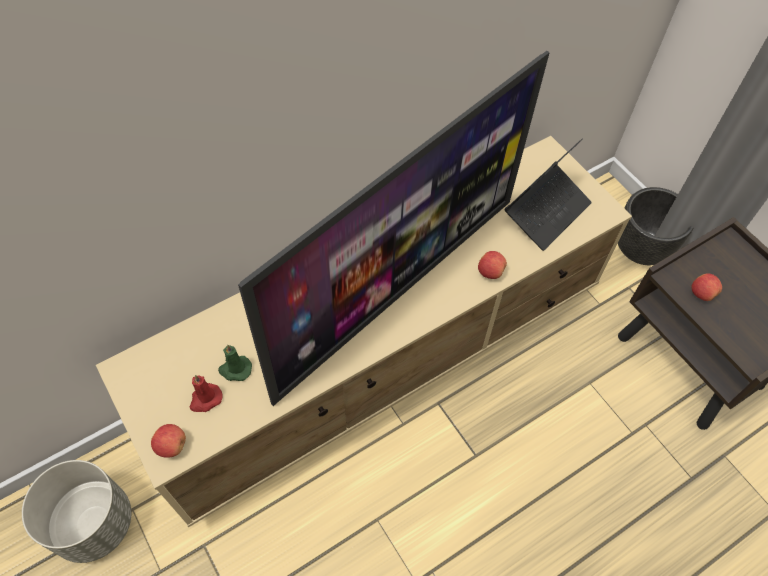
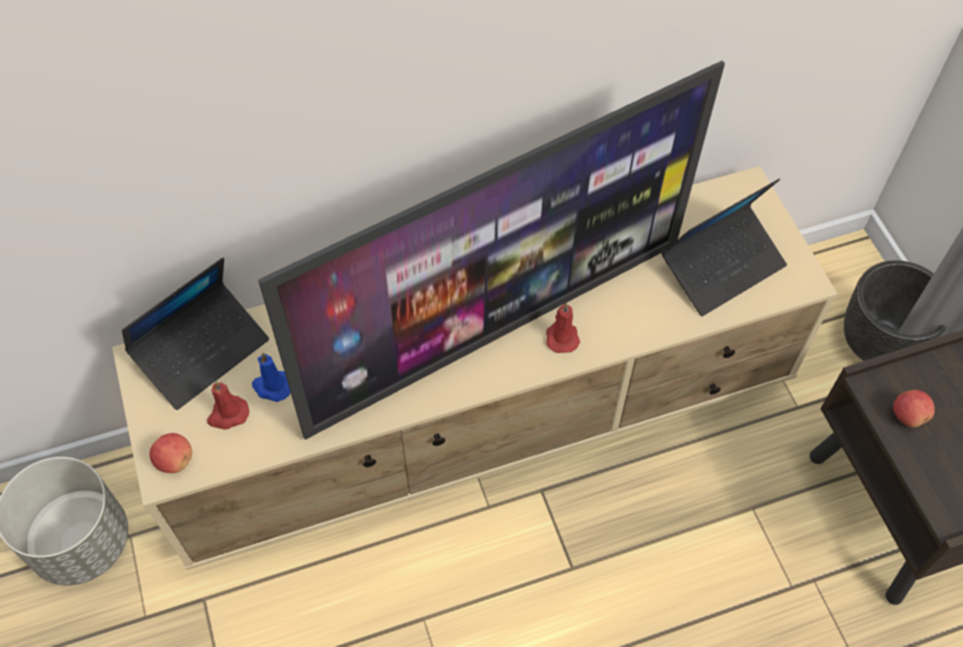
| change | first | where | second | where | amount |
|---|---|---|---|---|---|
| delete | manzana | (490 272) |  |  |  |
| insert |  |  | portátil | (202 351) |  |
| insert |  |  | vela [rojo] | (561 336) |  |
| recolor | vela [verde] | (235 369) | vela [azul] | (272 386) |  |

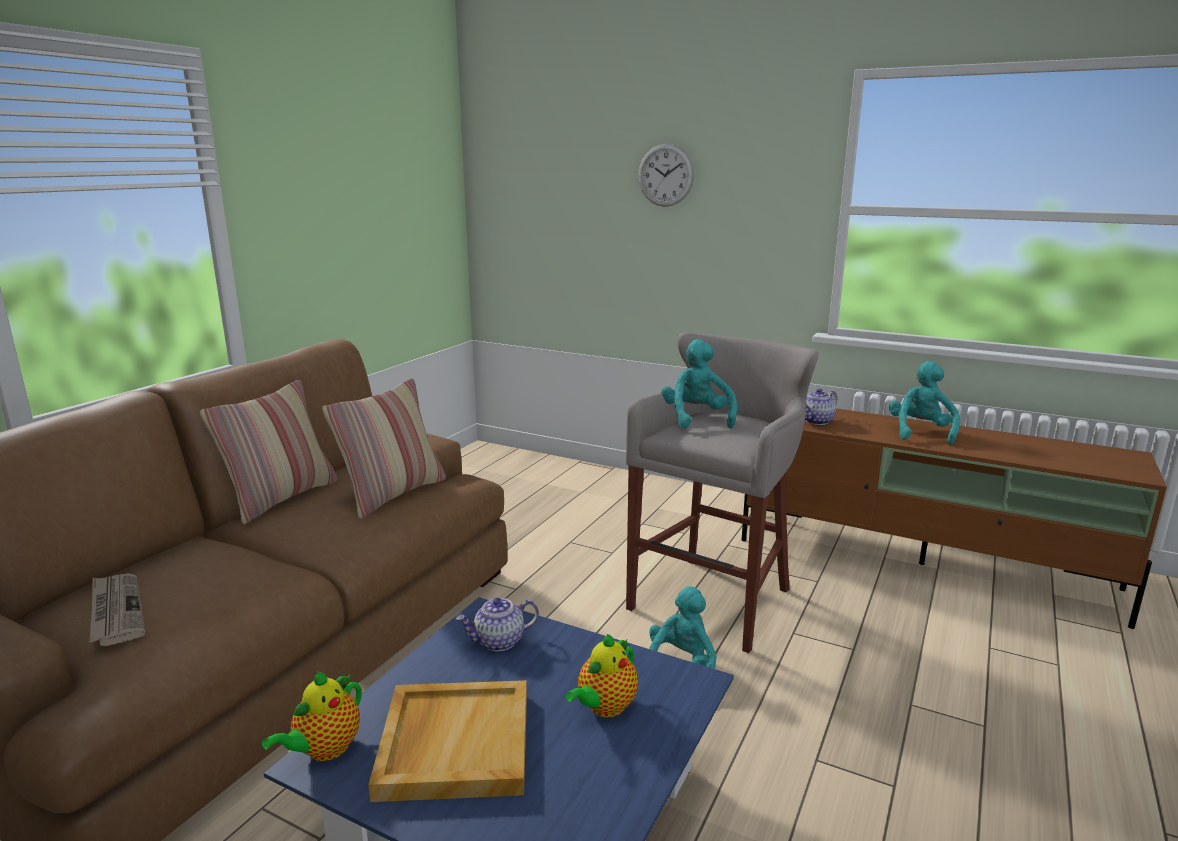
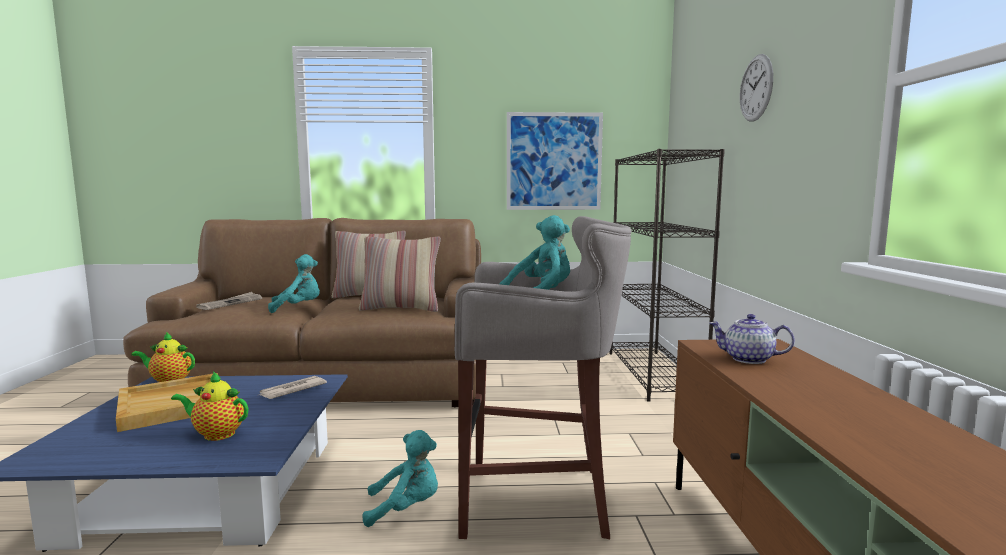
| change | first | where | second | where | amount |
|---|---|---|---|---|---|
| insert |  |  | cuadro | (554 161) |  |
| insert |  |  | estantería [negro] | (653 374) |  |
| move | peluche [turquesa] | (920 432) |  | (298 308) |  |
| replace | tetera | (499 642) | periódico | (292 390) |  |

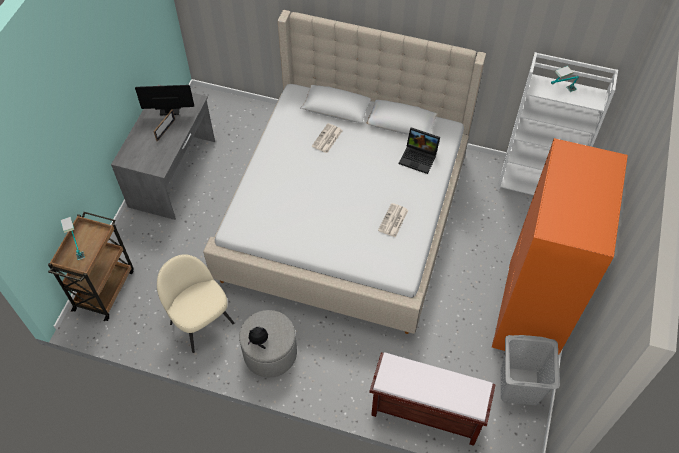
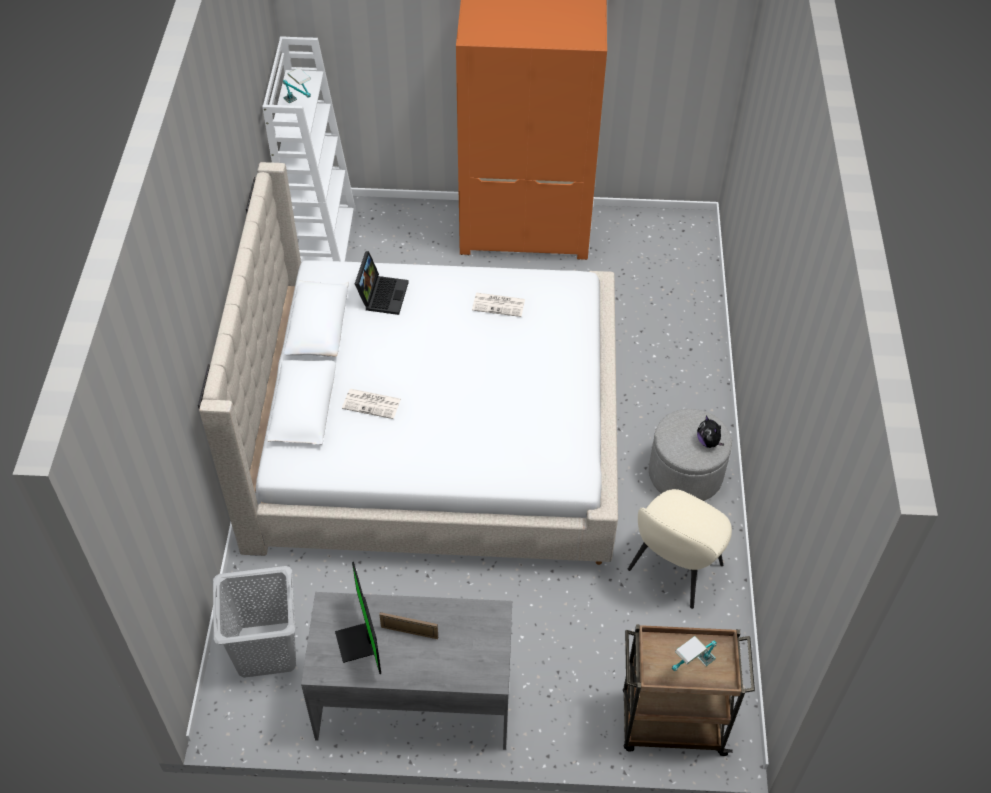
| change | first | where | second | where | amount |
|---|---|---|---|---|---|
| delete | banco [marrón] | (425 413) |  |  |  |
| move | cesto de la ropa [gris] | (519 386) |  | (266 649) |  |

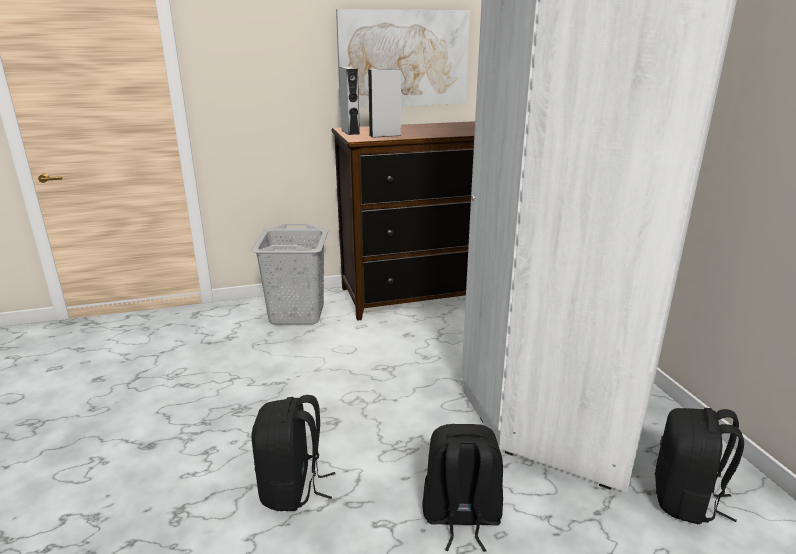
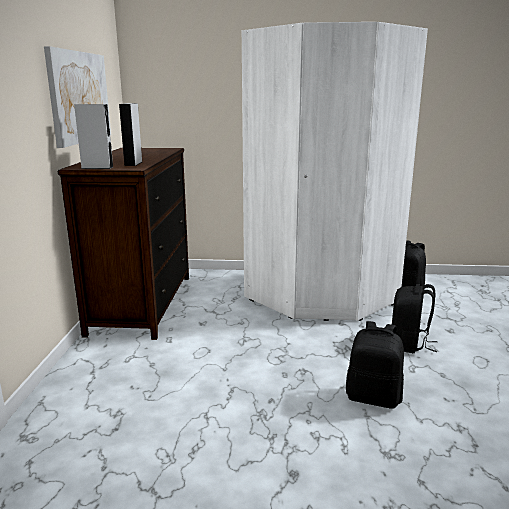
| change | first | where | second | where | amount |
|---|---|---|---|---|---|
| delete | cesto de la ropa [gris] | (297 313) |  |  |  |

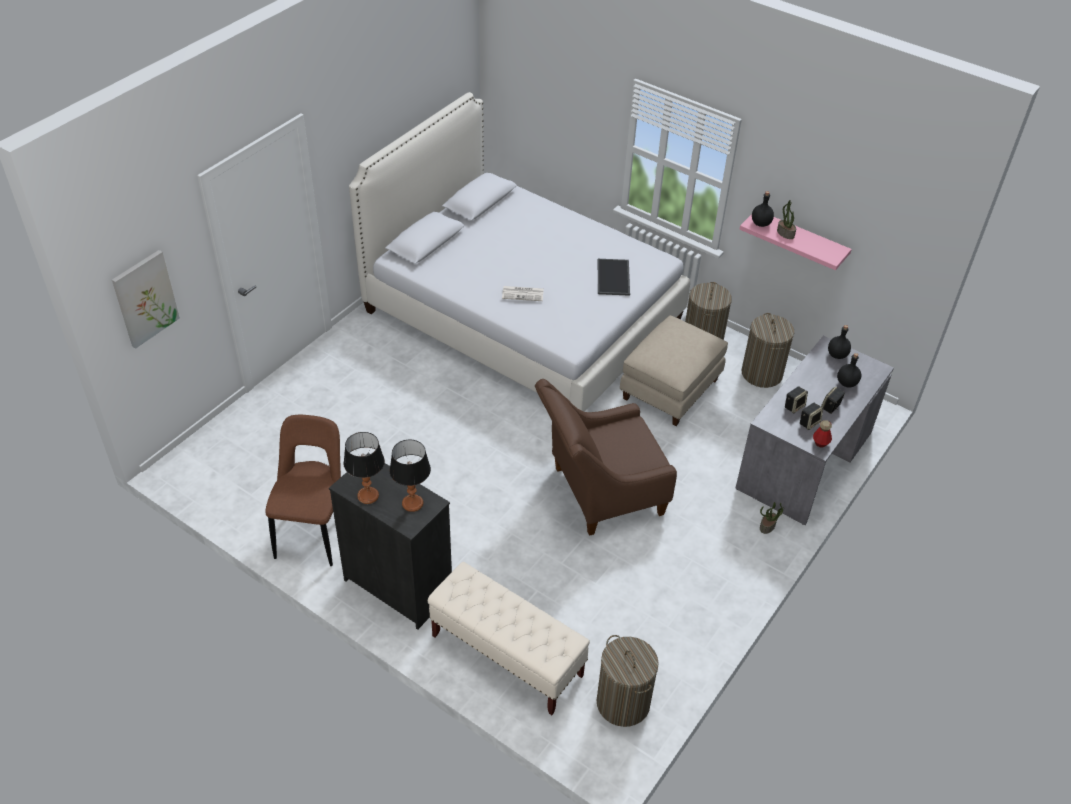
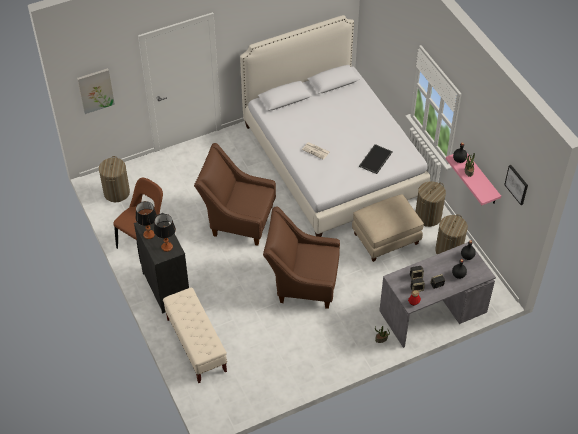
| change | first | where | second | where | amount |
|---|---|---|---|---|---|
| insert |  |  | sillón [marrón] | (238 219) |  |
| insert |  |  | cuadro | (517 184) |  |
| move | cesto de la ropa | (623 702) |  | (116 192) |  |

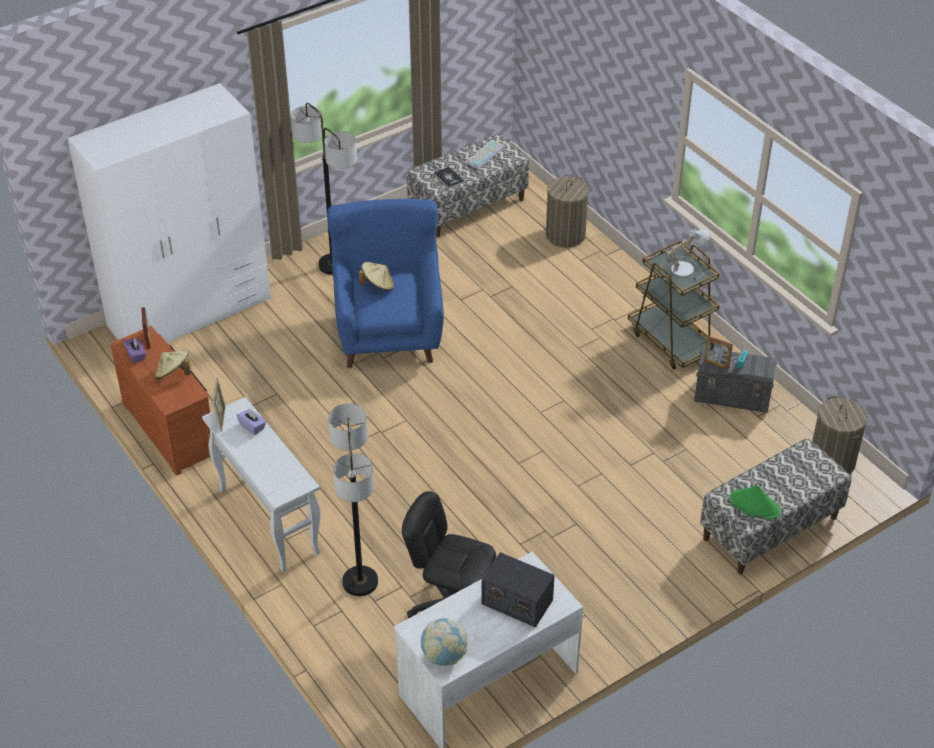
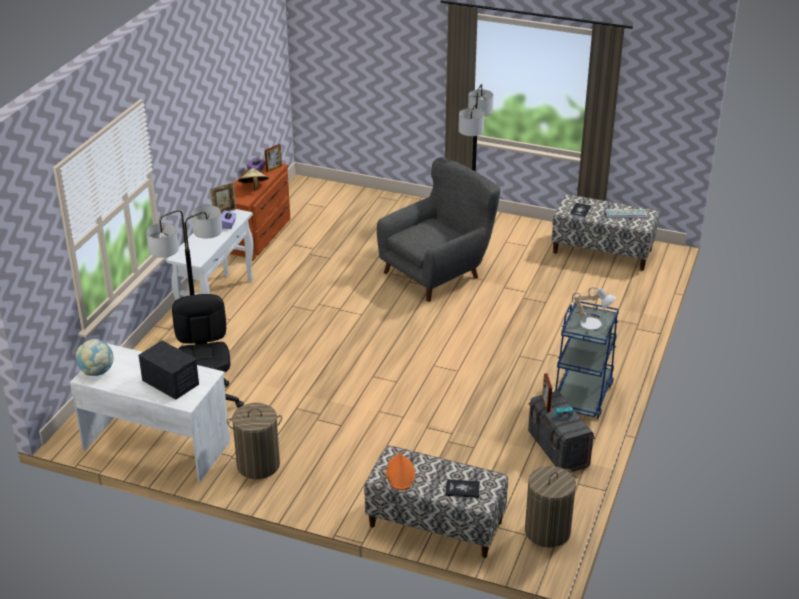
| change | first | where | second | where | amount |
|---|---|---|---|---|---|
| delete | armario ropero [blanco] | (190 312) |  |  |  |
| delete | sombrero [beis] | (377 285) |  |  |  |
| insert |  |  | libro | (462 489) |  |
| move | cesto de la ropa | (565 235) |  | (258 465) |  |
| recolor | sillón [azul] | (388 331) | sillón [gris] | (437 273) |  |
| recolor | carrito [marrón] | (672 341) | carrito [azul] | (582 396) |  |
| recolor | sombrero [verde] | (754 505) | sombrero [naranja] | (400 473) |  |
| rotate | radio | (516 601) |  | (170 382) | 135 degrees clockwise |

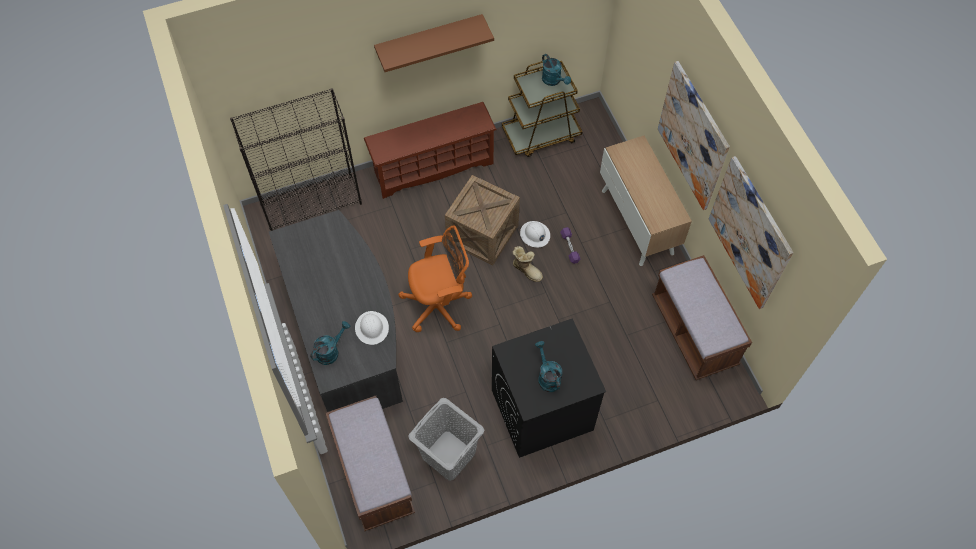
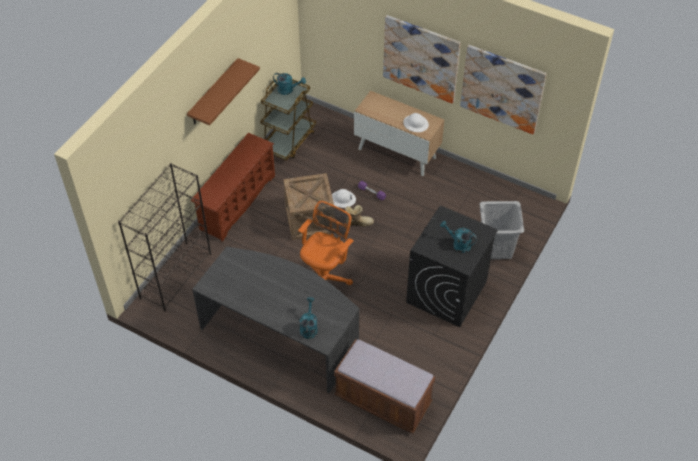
| change | first | where | second | where | amount |
|---|---|---|---|---|---|
| delete | banco [marrón] | (694 331) |  |  |  |
| move | casco [blanco] | (372 328) |  | (416 124) |  |
| move | cesto de la ropa [gris] | (448 455) |  | (496 248) |  |

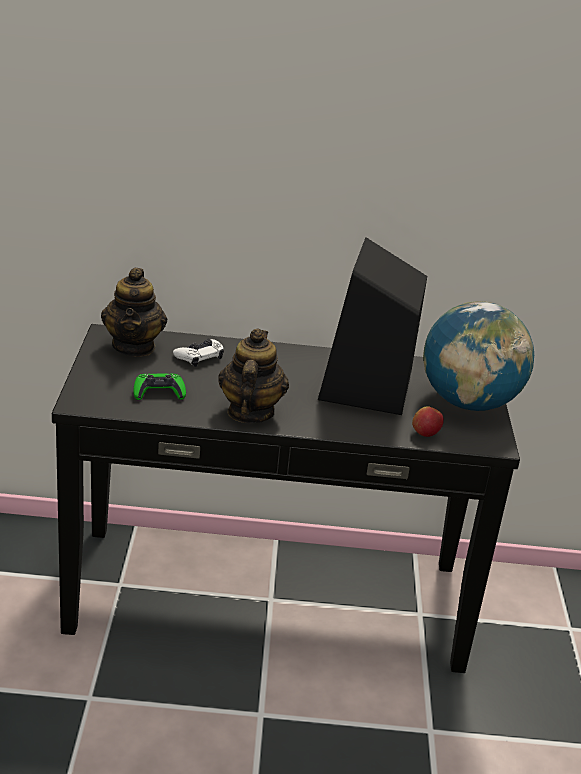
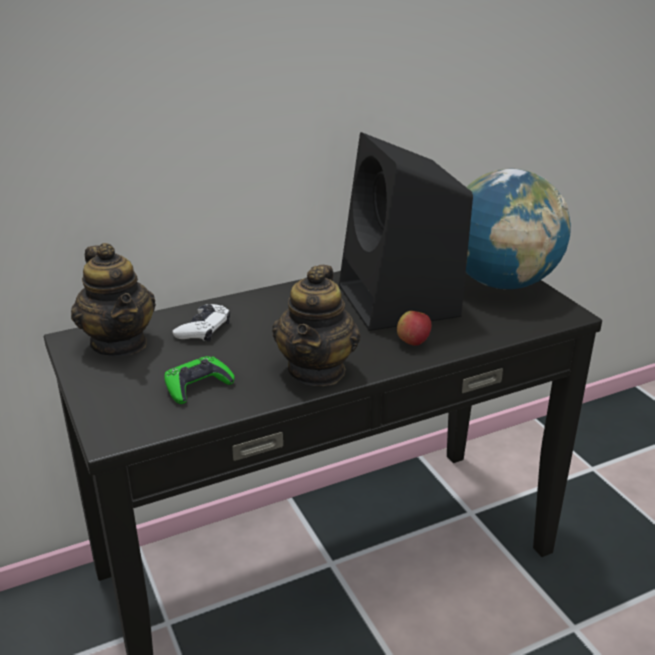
| change | first | where | second | where | amount |
|---|---|---|---|---|---|
| move | manzana | (425 434) |  | (413 342) |  |
| rotate | tetera | (250 412) |  | (317 370) | 150 degrees counterclockwise |

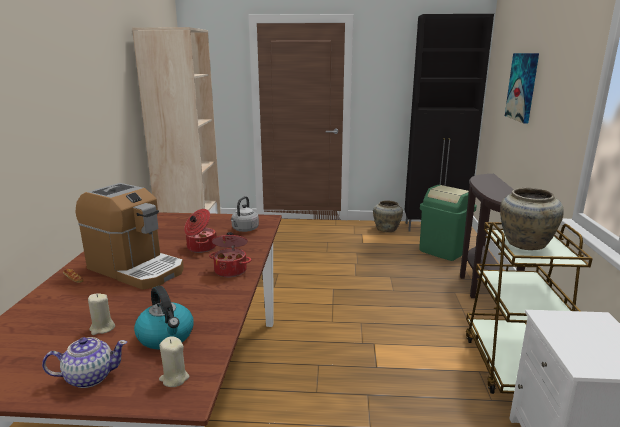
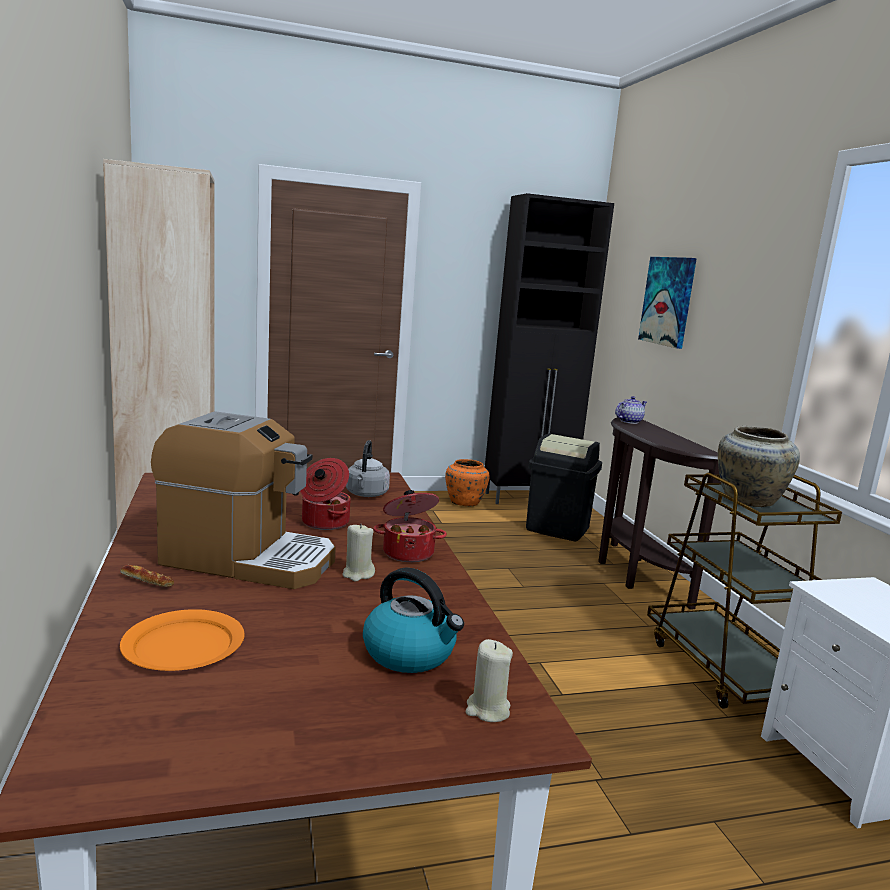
| change | first | where | second | where | amount |
|---|---|---|---|---|---|
| insert |  |  | plato [naranja] | (184 645) |  |
| move | tetera | (89 377) |  | (628 421) |  |
| move | vela [beis] | (102 328) |  | (358 574) |  |
| recolor | florero [beis] | (387 229) | florero [naranja] | (465 503) |  |
| recolor | papelera [verde] | (443 250) | papelera [negro] | (558 528) |  |

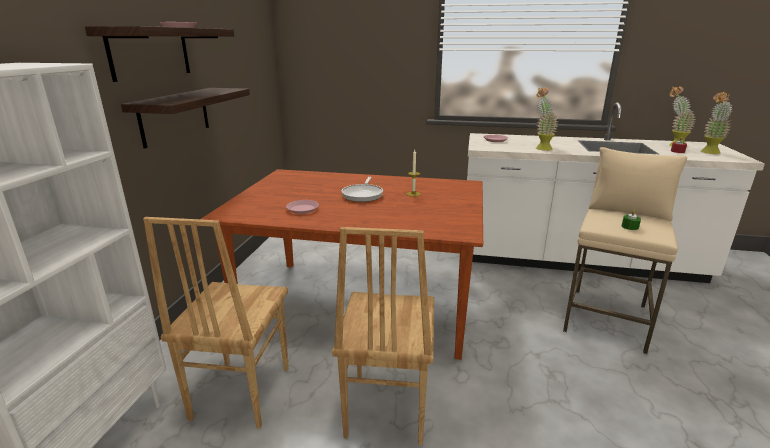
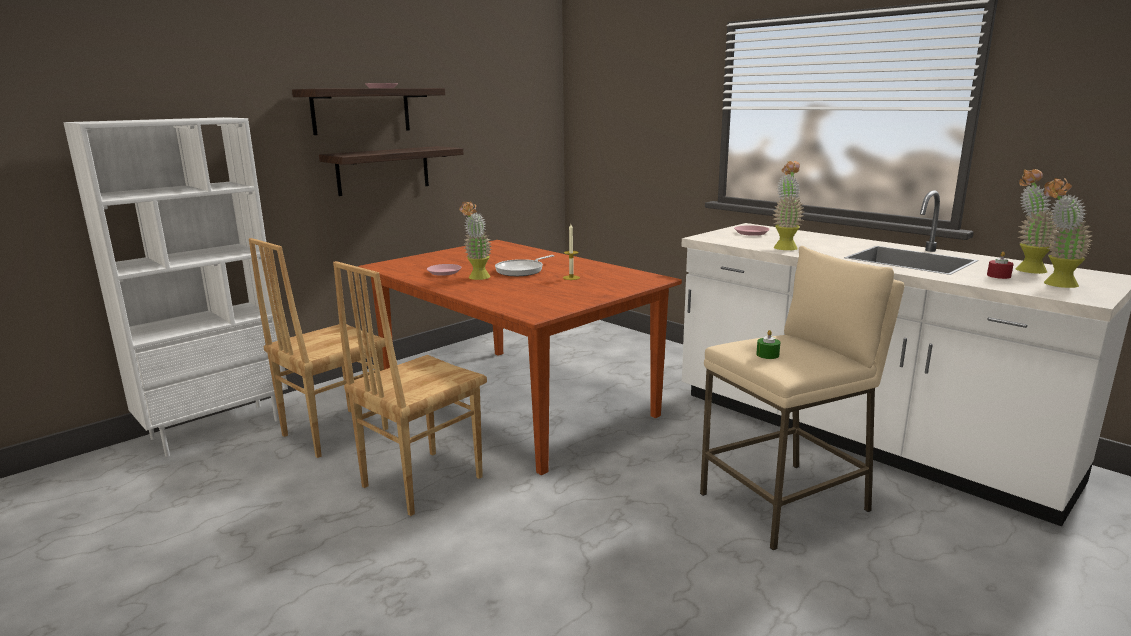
| change | first | where | second | where | amount |
|---|---|---|---|---|---|
| insert |  |  | planta en maceta | (477 278) |  |

